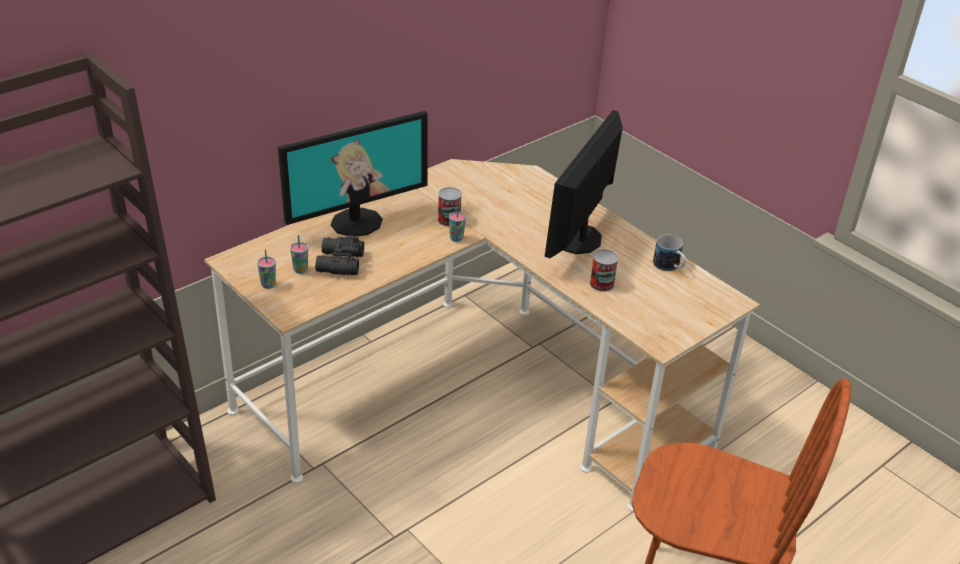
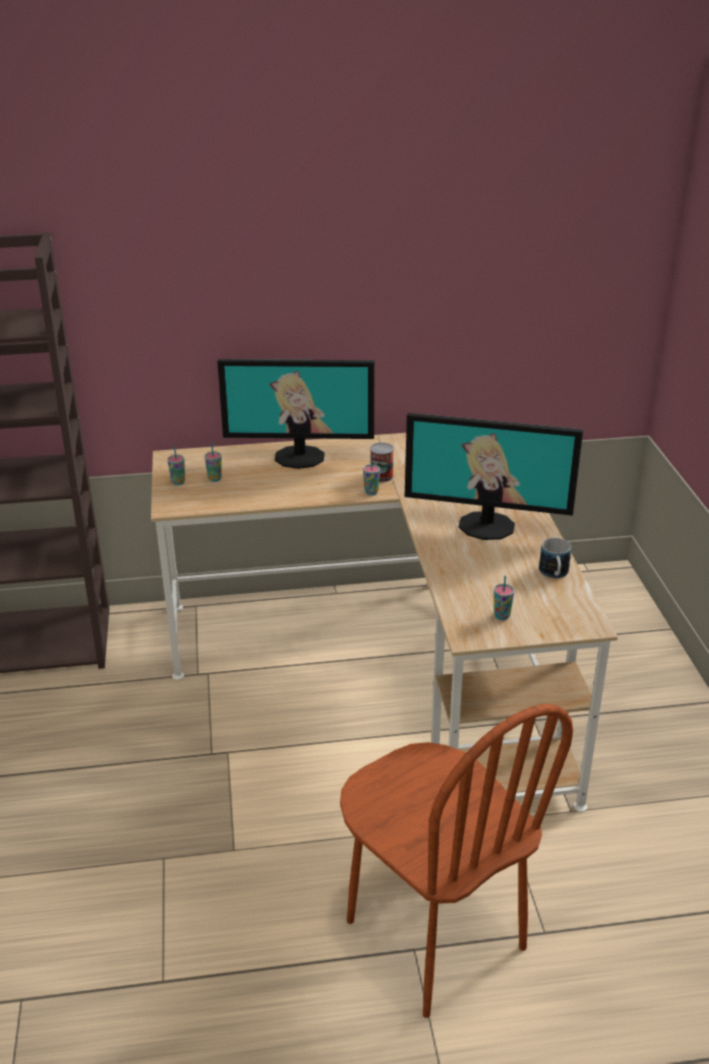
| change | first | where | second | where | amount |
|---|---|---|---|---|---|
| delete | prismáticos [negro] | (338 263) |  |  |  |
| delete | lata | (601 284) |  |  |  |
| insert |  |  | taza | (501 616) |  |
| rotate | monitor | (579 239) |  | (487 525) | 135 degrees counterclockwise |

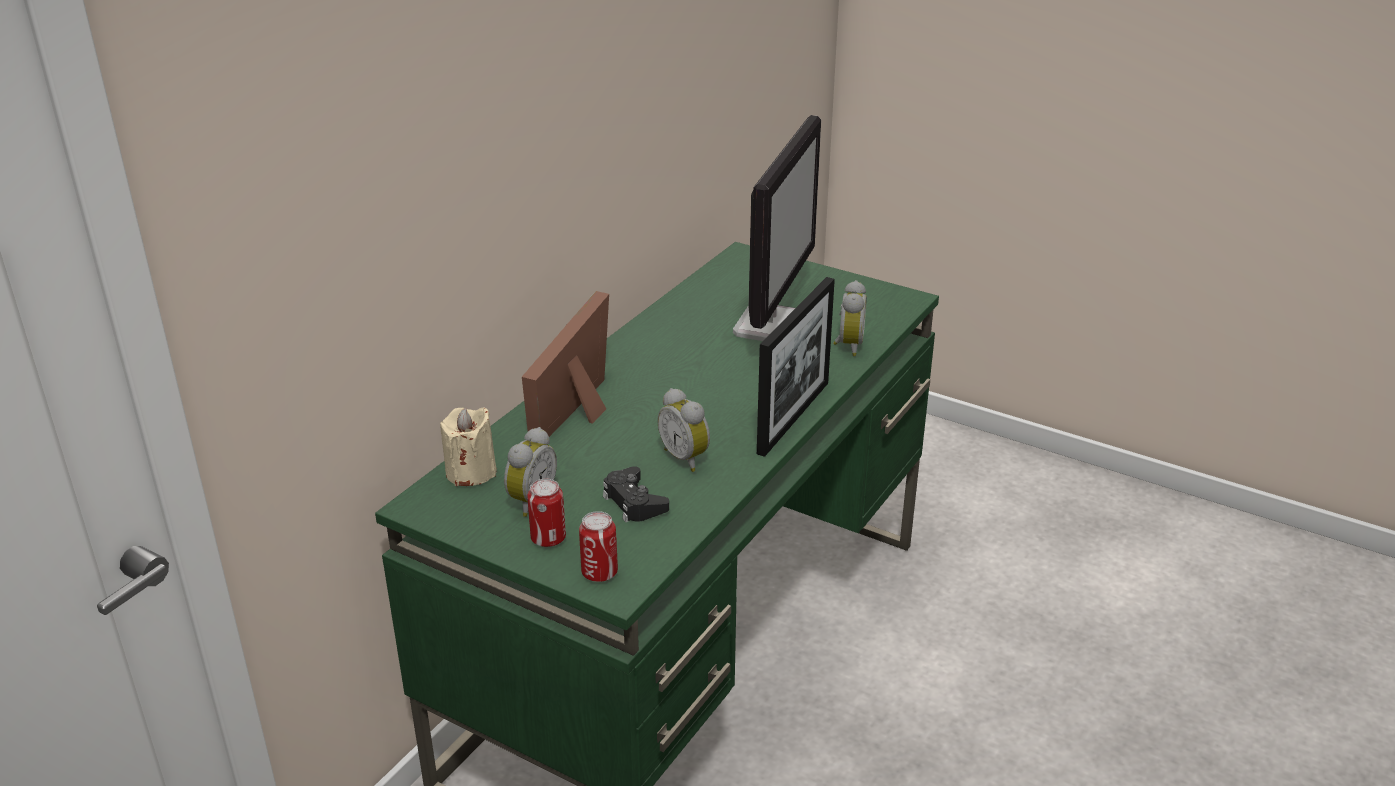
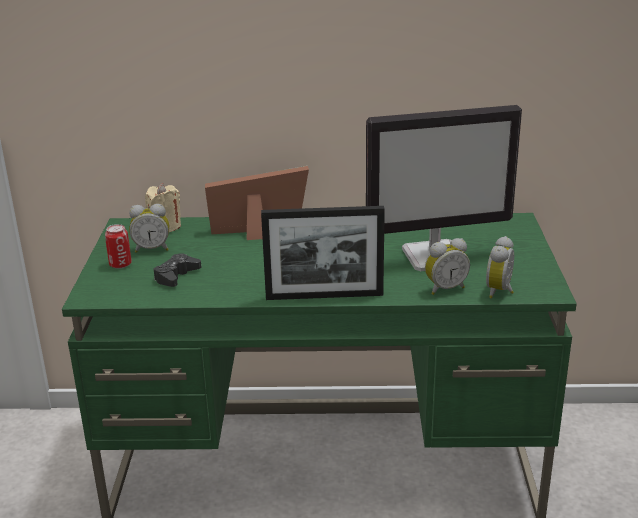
| change | first | where | second | where | amount |
|---|---|---|---|---|---|
| delete | lata | (599 573) |  |  |  |
| move | despertador | (686 457) |  | (501 291) |  |

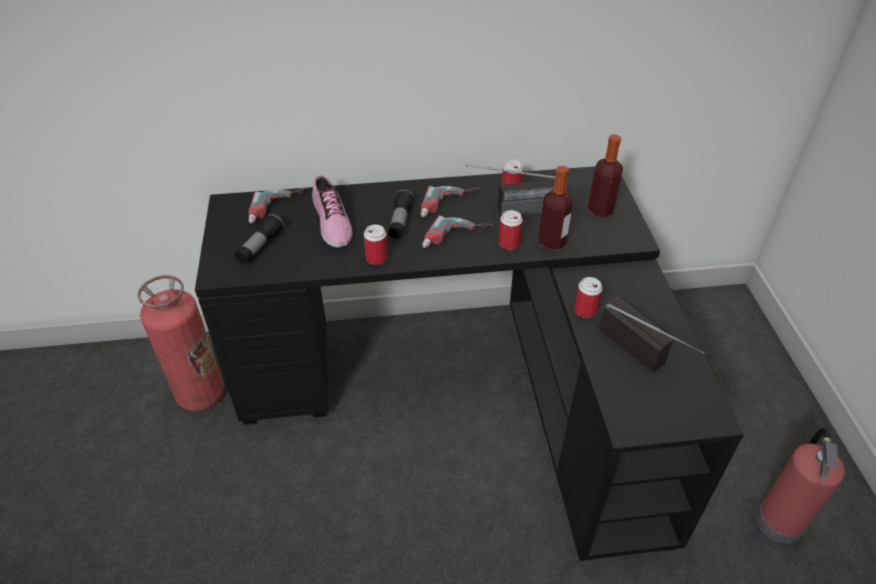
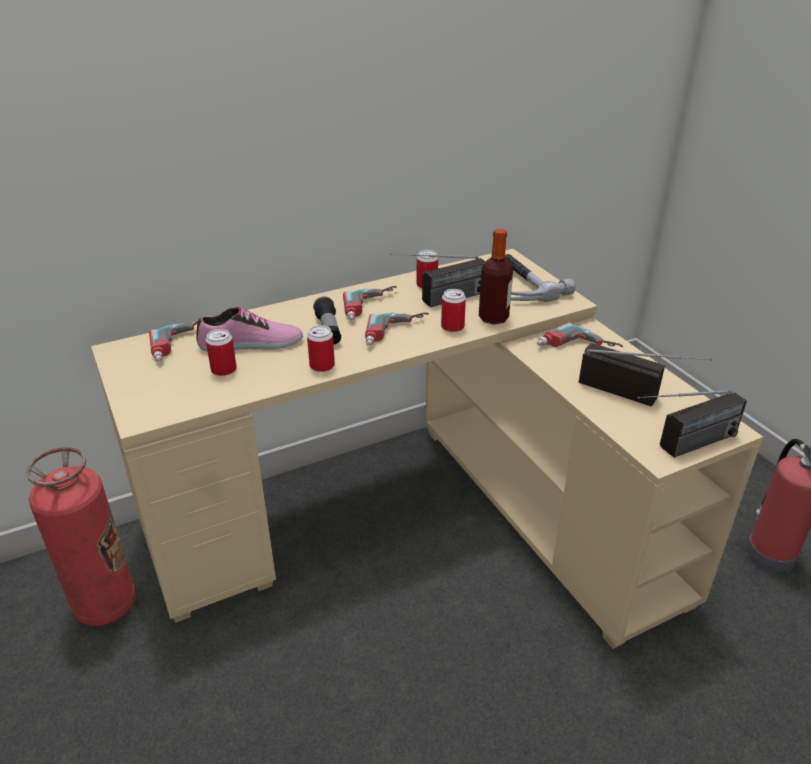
| change | first | where | second | where | amount |
|---|---|---|---|---|---|
| delete | linterna | (260 246) |  |  |  |
| insert |  |  | taladro | (577 349) |  |
| insert |  |  | radio | (682 448) |  |
| move | lata | (585 310) |  | (224 370) |  |
| replace | botella | (600 210) | martillo | (522 284) |  |
| recolor | escritorio [negro] | (470 387) | escritorio [beis] | (420 514) |  |
| rotate | zapato | (331 221) |  | (251 344) | 60 degrees counterclockwise |

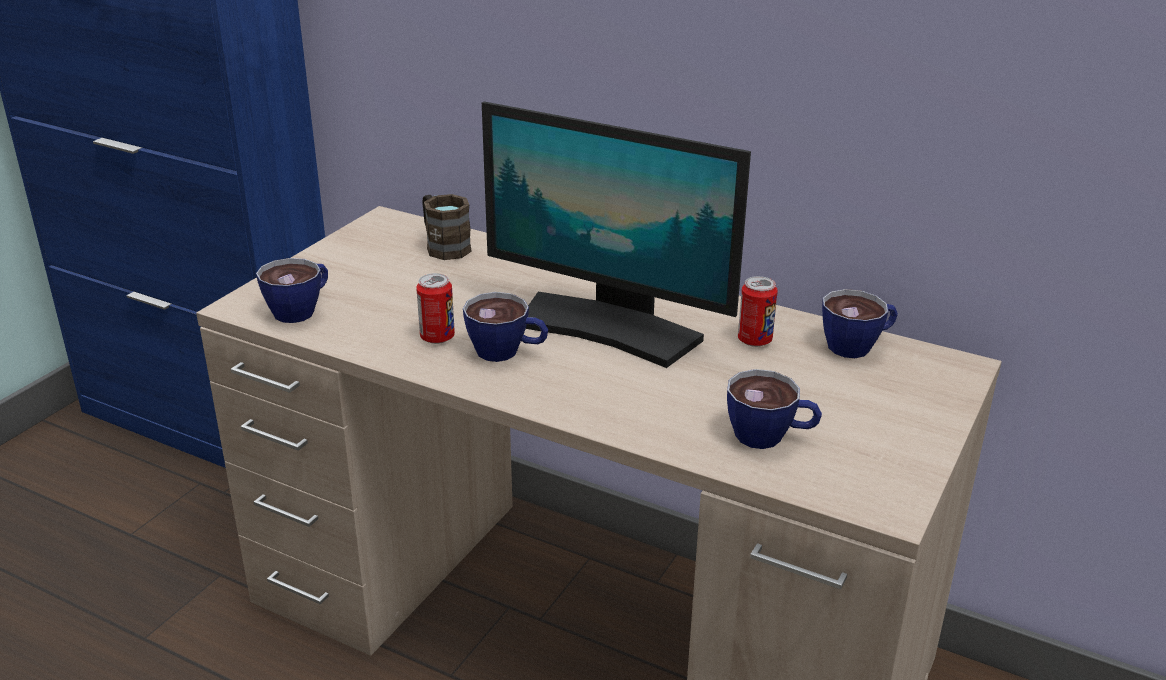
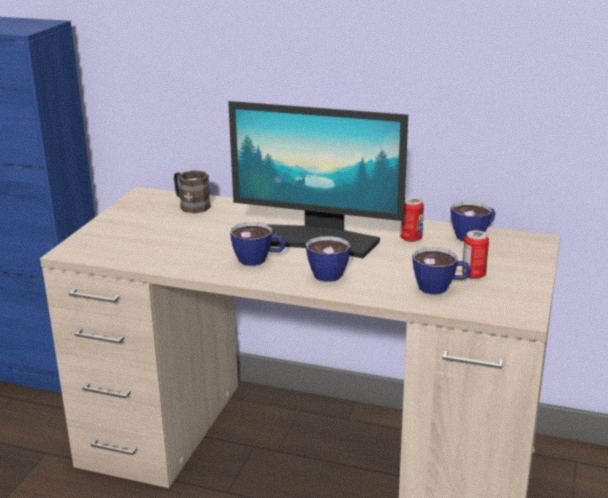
| change | first | where | second | where | amount |
|---|---|---|---|---|---|
| move | taza | (301 309) |  | (330 272) |  |
| move | lata | (437 337) |  | (473 275) |  |

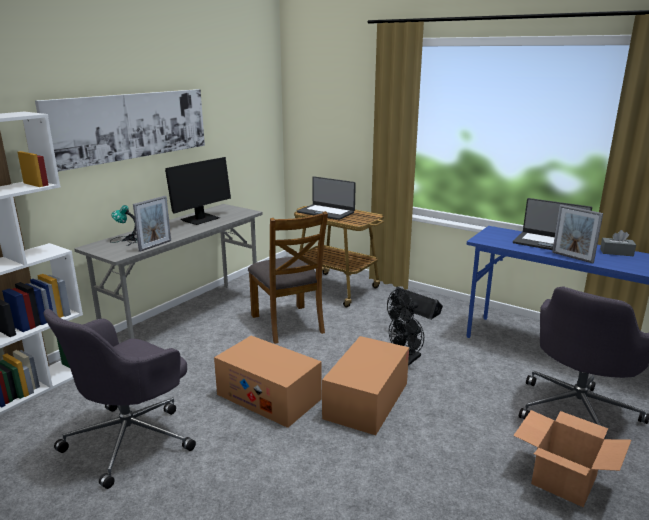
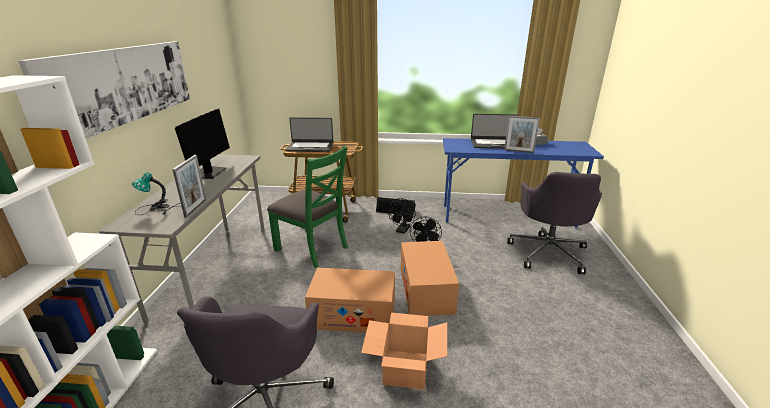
| change | first | where | second | where | amount |
|---|---|---|---|---|---|
| move | caja de cartón | (564 480) |  | (405 370) |  |
| recolor | silla [marrón] | (288 324) | silla [verde] | (312 248) |  |

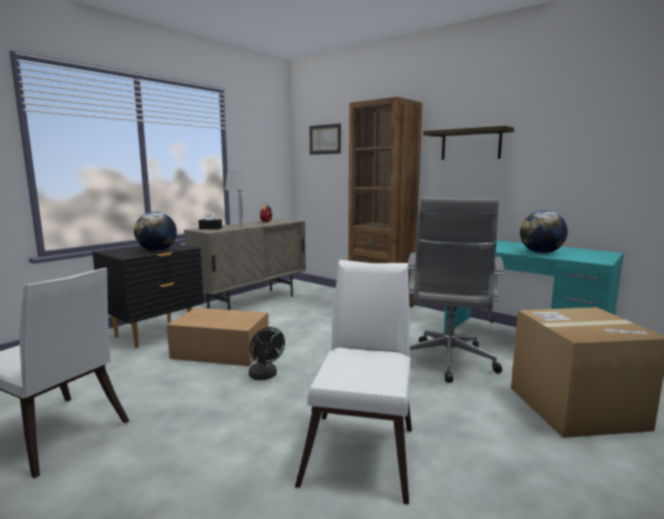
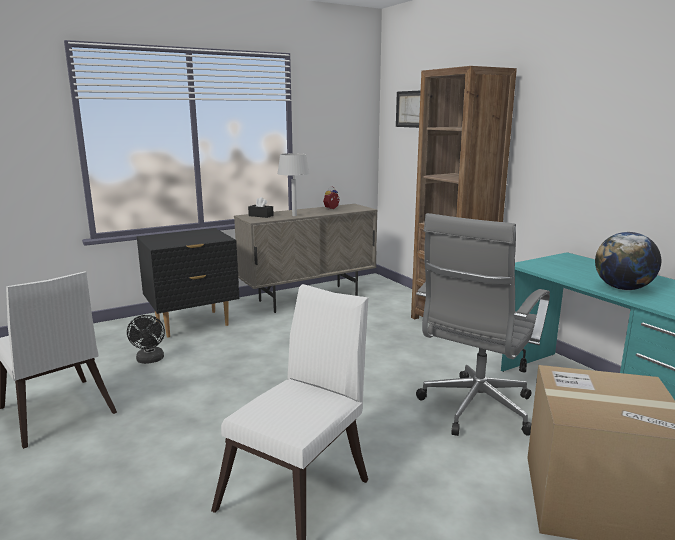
| change | first | where | second | where | amount |
|---|---|---|---|---|---|
| delete | globo terráqueo | (157 251) |  |  |  |
| delete | caja de cartón | (220 350) |  |  |  |
| delete | estante | (470 144) |  |  |  |
| move | ventilador [negro] | (265 376) |  | (150 360) |  |

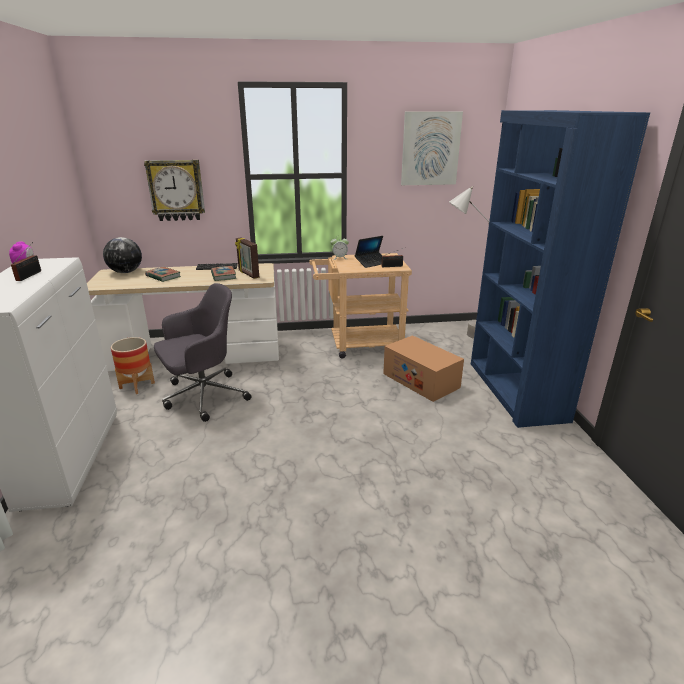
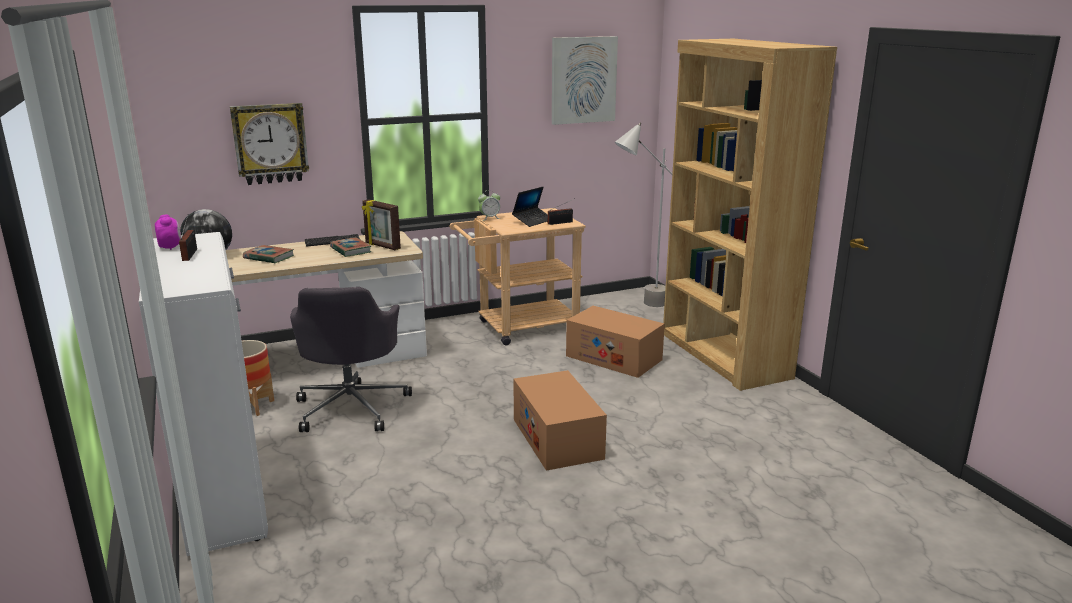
| change | first | where | second | where | amount |
|---|---|---|---|---|---|
| insert |  |  | caja de cartón | (557 438) |  |
| recolor | estantería [azul] | (515 391) | estantería [marrón] | (723 355) |  |
| rotate | silla de oficina [gris] | (203 396) |  | (352 407) | 135 degrees clockwise |

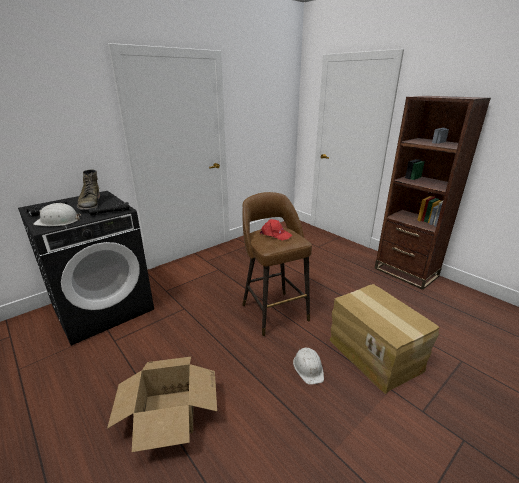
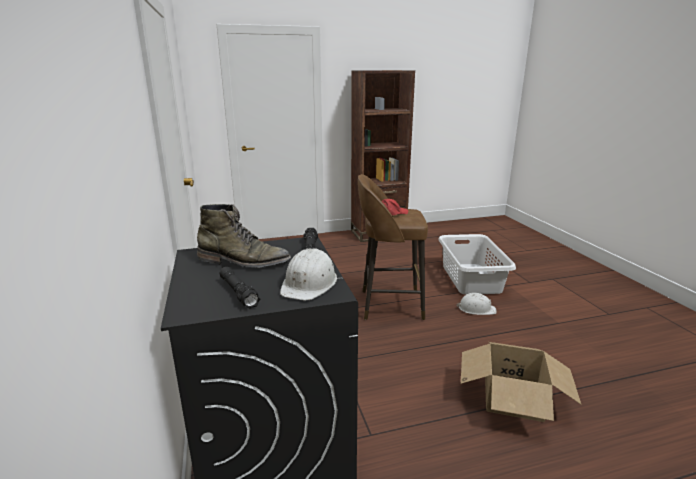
| change | first | where | second | where | amount |
|---|---|---|---|---|---|
| replace | caja de cartón | (375 354) | cesto de la ropa [gris] | (471 278) |  |

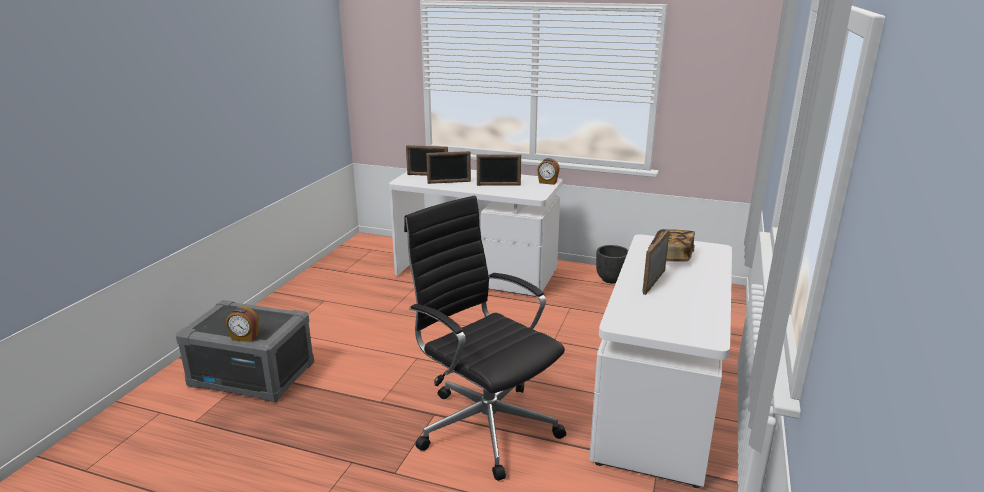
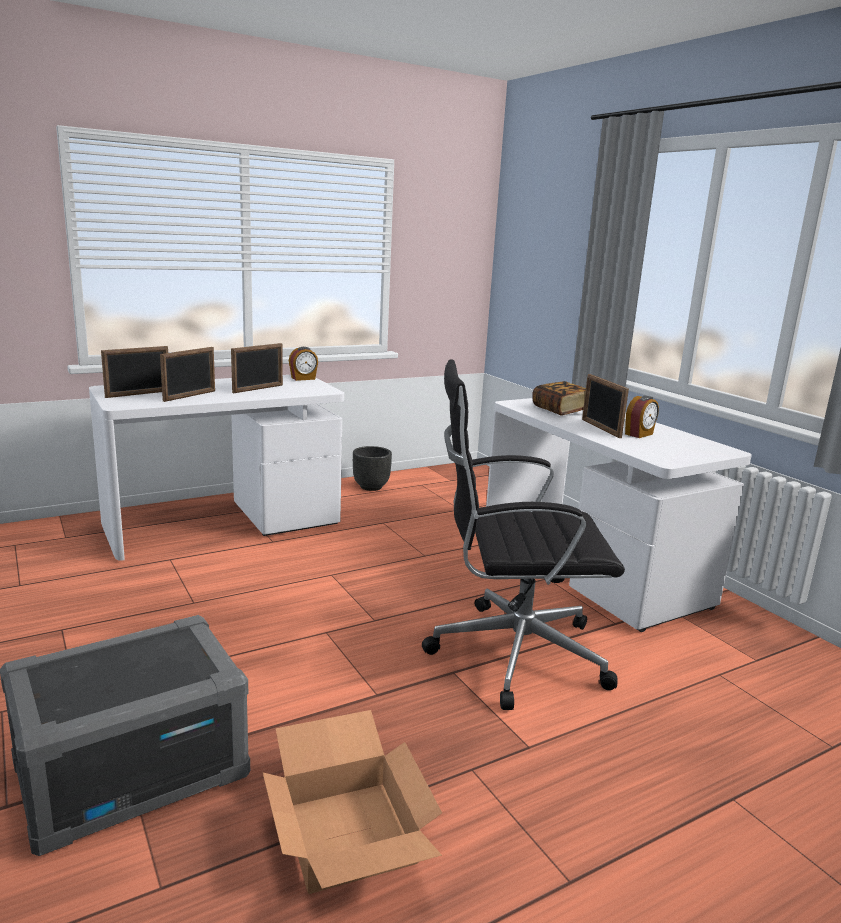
| change | first | where | second | where | amount |
|---|---|---|---|---|---|
| insert |  |  | caja de cartón | (346 833) |  |
| move | despertador | (244 337) |  | (639 434) |  |

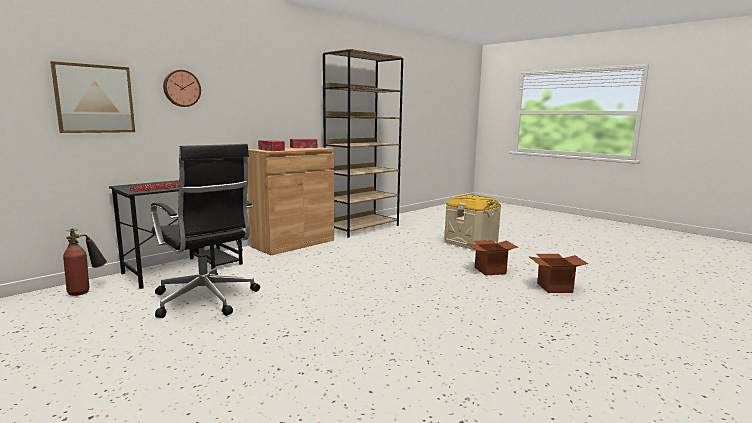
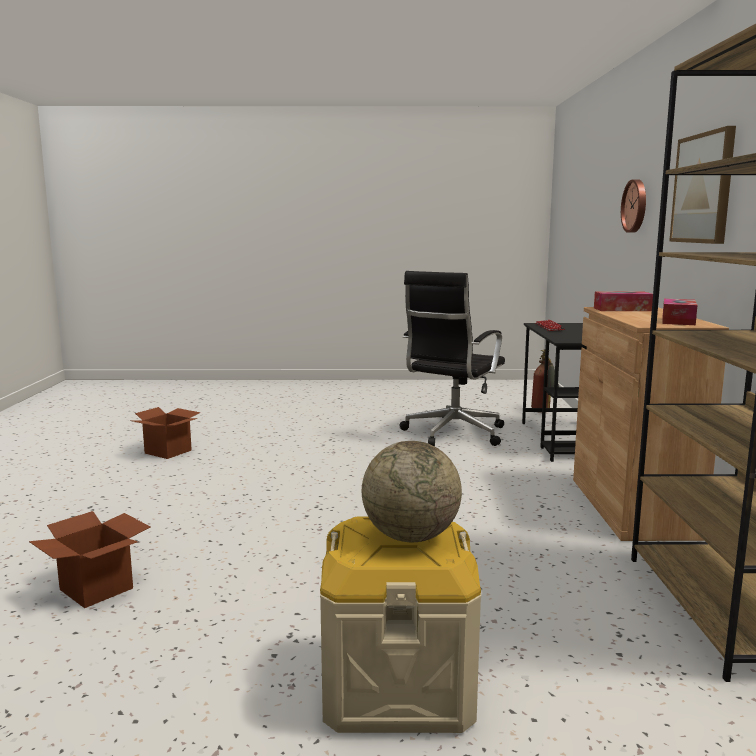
| change | first | where | second | where | amount |
|---|---|---|---|---|---|
| insert |  |  | globo terráqueo | (410 537) |  |
| move | cuadro | (94 99) |  | (703 188) |  |
| move | caja de cartón | (490 270) |  | (167 452) |  |
| rotate | silla de oficina [negro] | (206 300) |  | (452 434) | 60 degrees counterclockwise |

